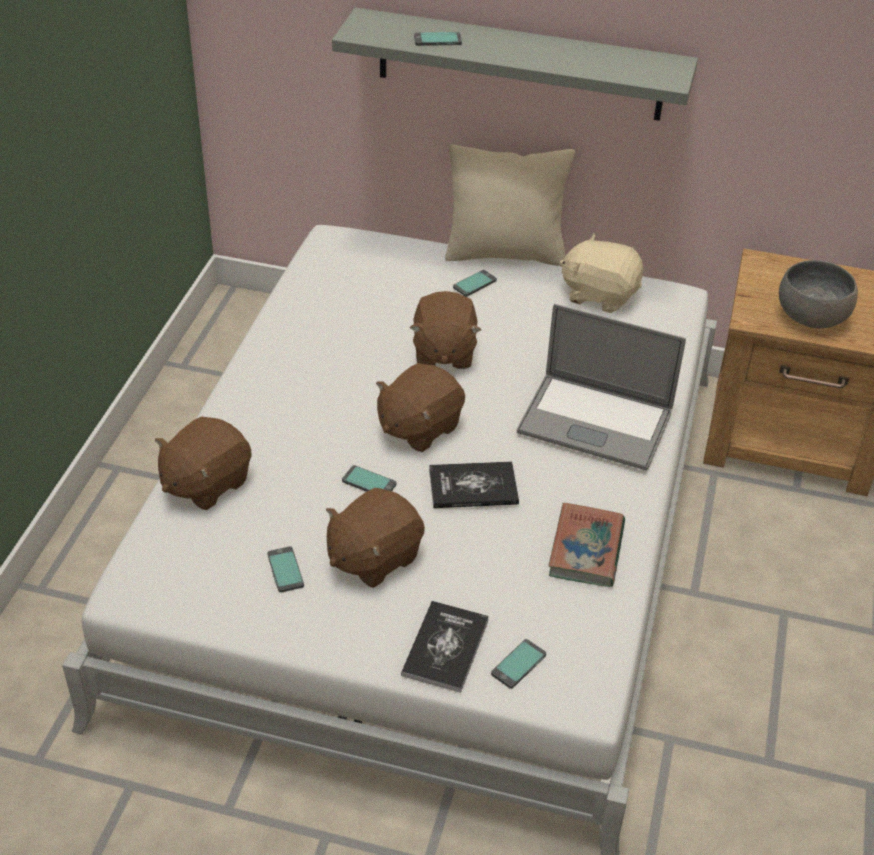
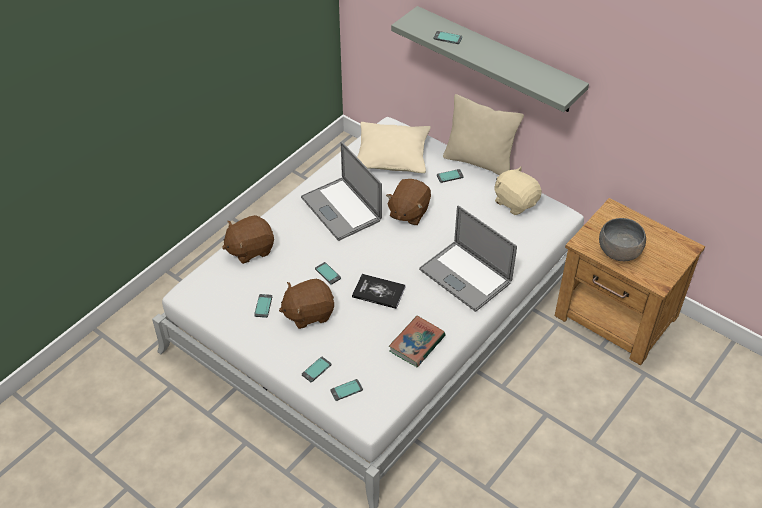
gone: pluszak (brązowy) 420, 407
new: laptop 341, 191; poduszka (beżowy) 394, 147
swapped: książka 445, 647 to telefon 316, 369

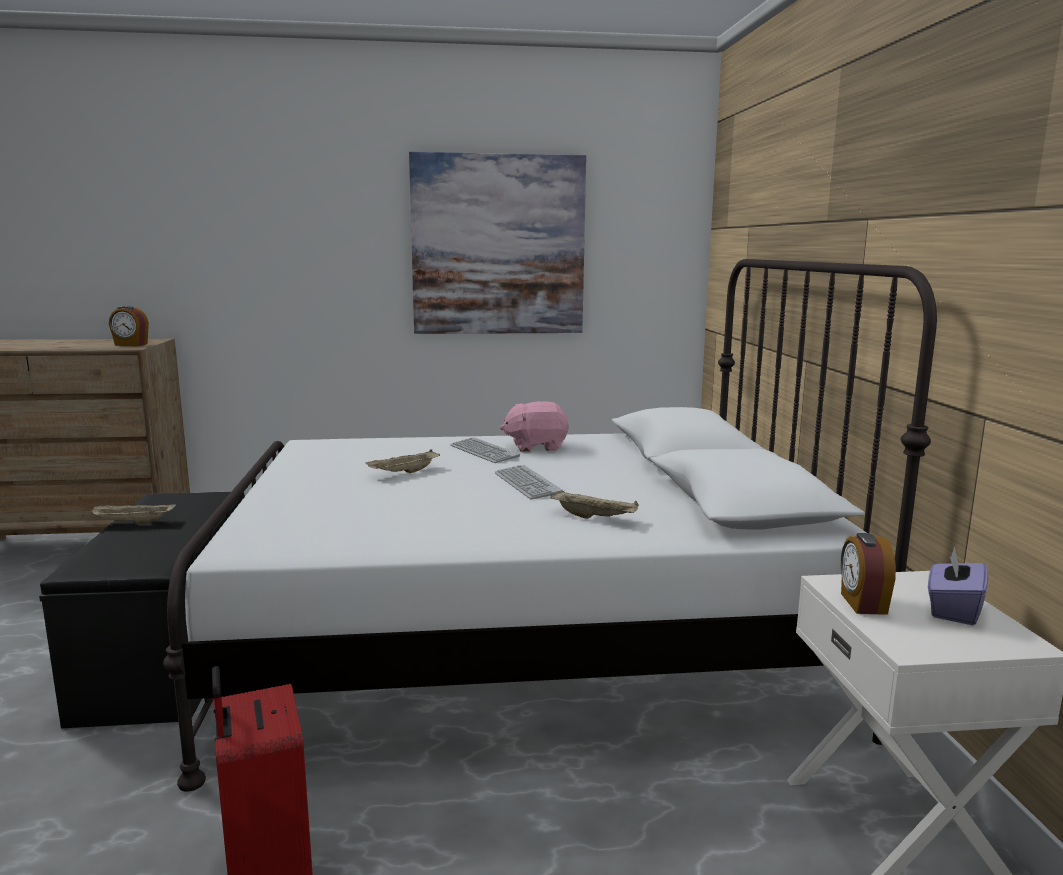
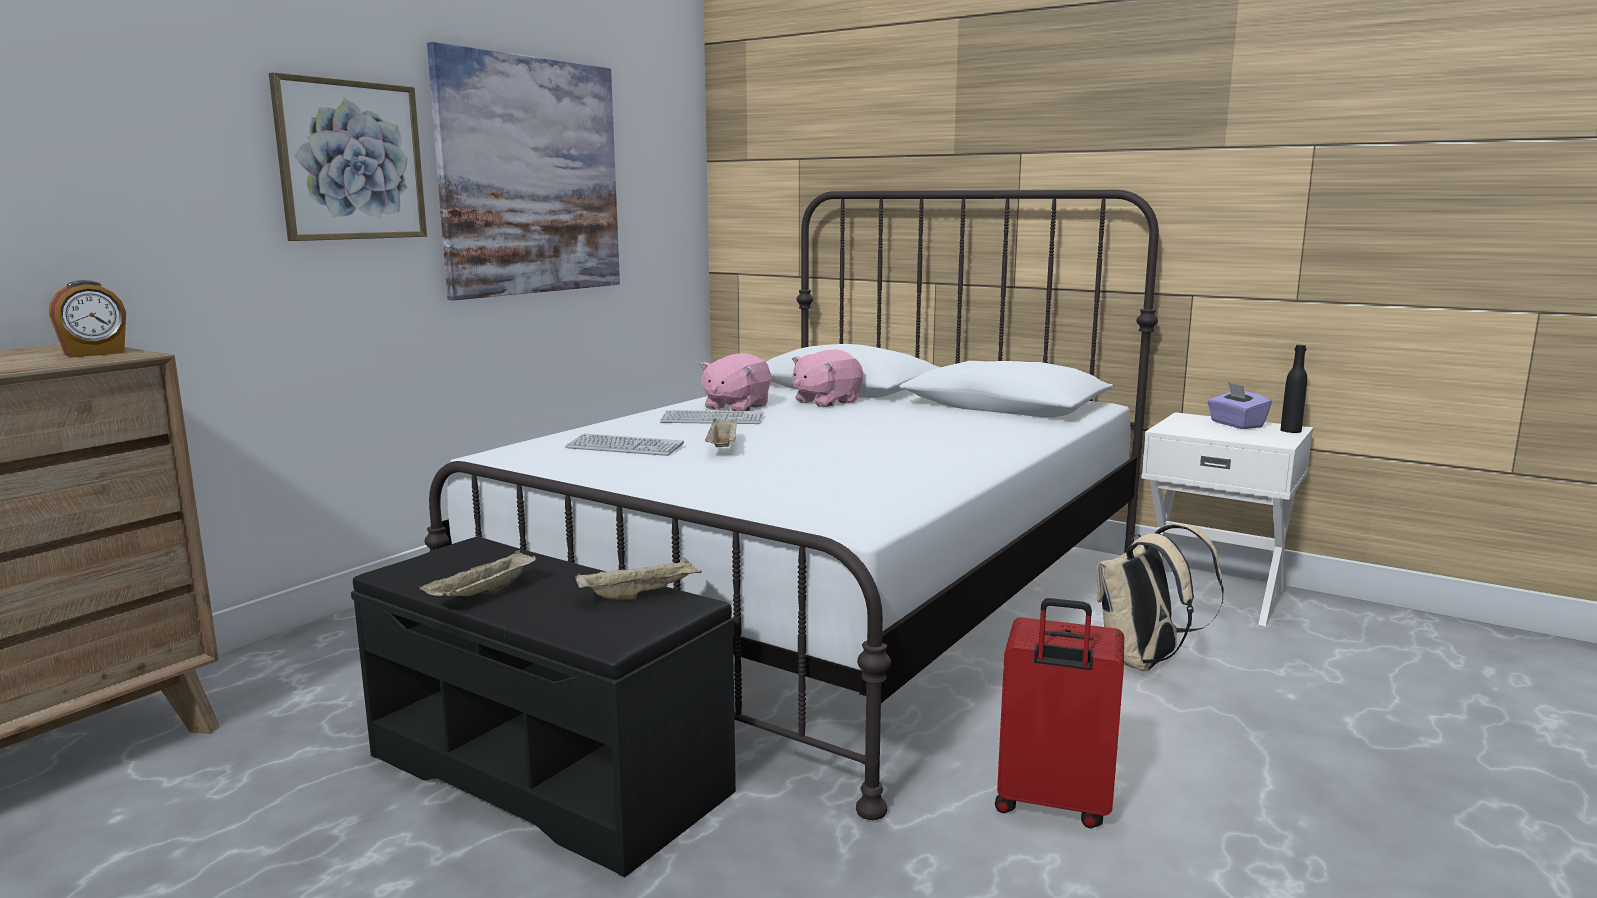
gone: budzik 868, 574
new: obraz 348, 156; pluszak (różowy) 827, 378; plecak (beżowy) 1160, 597; butelka (czarny) 1293, 389
shifted: klawiatura 529, 482 to 624, 445; taca (beżowy) 594, 505 to 638, 578

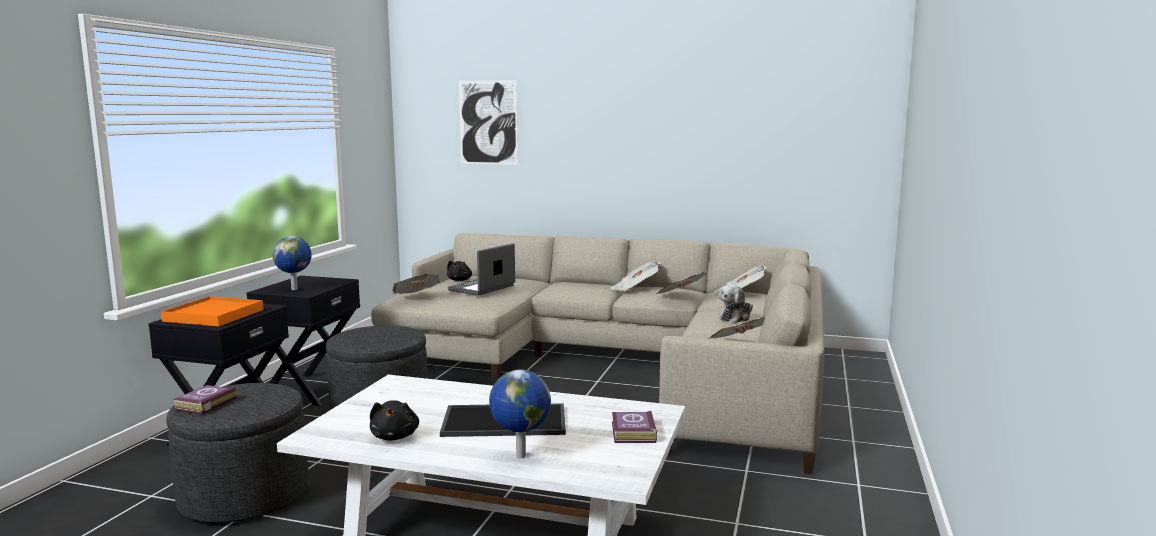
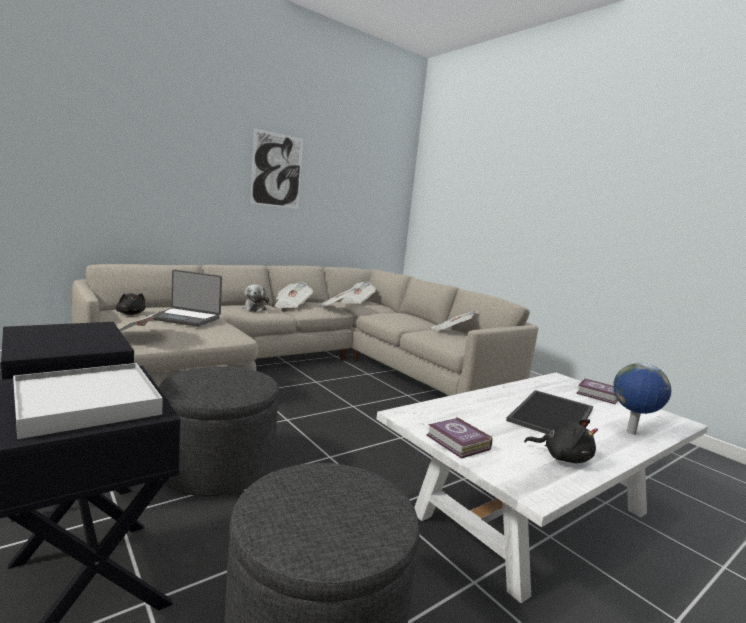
gone: globus 291, 263
shifted: książka 204, 399 to 459, 438; obraz 488, 122 to 276, 169; pluszak 736, 303 to 255, 298
repainted: taca (pomarańczowy) 212, 311 to taca (biały) 87, 401
rotated: laptop 481, 269 = 184, 298 60 degrees counterclockwise

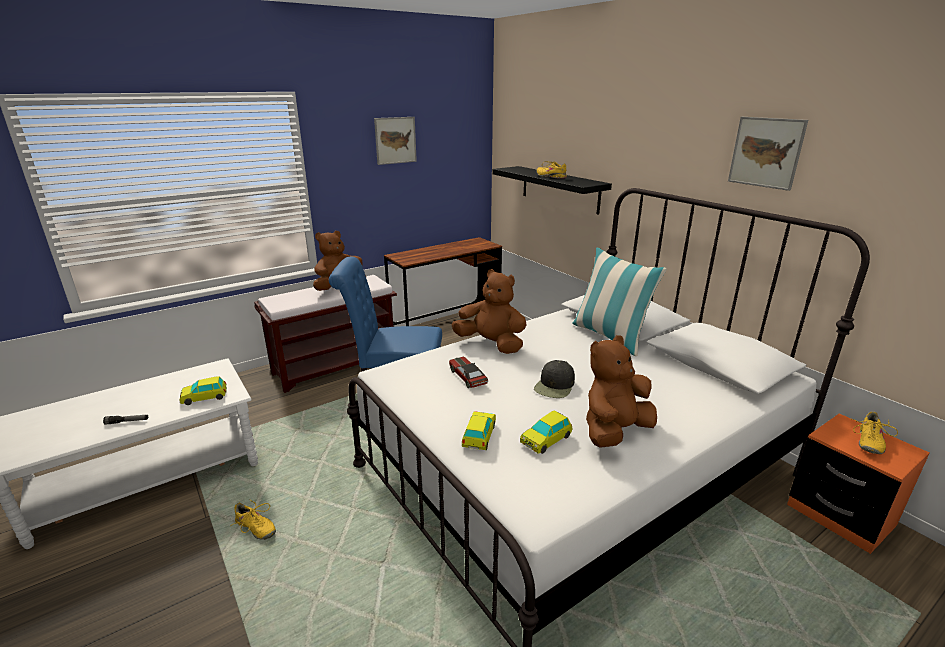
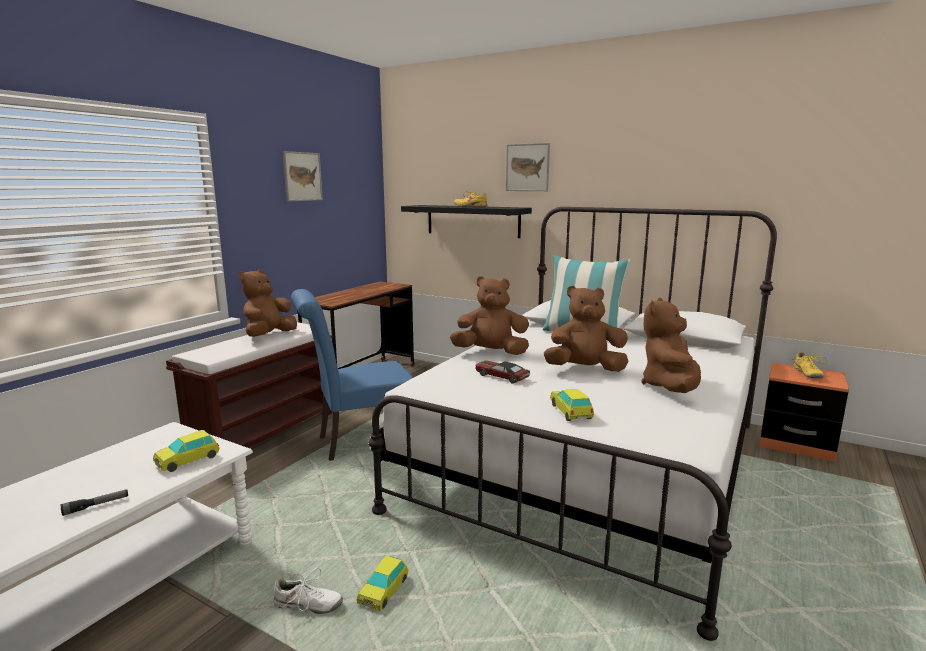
shifted: samochodzik 546, 432 to 382, 583; obraz 768, 154 to 528, 167
swapped: czapka z daszkiem (czarny) 554, 379 to pluszak (brązowy) 586, 329
repainted: but (żółty) 253, 519 to but (biały) 308, 591

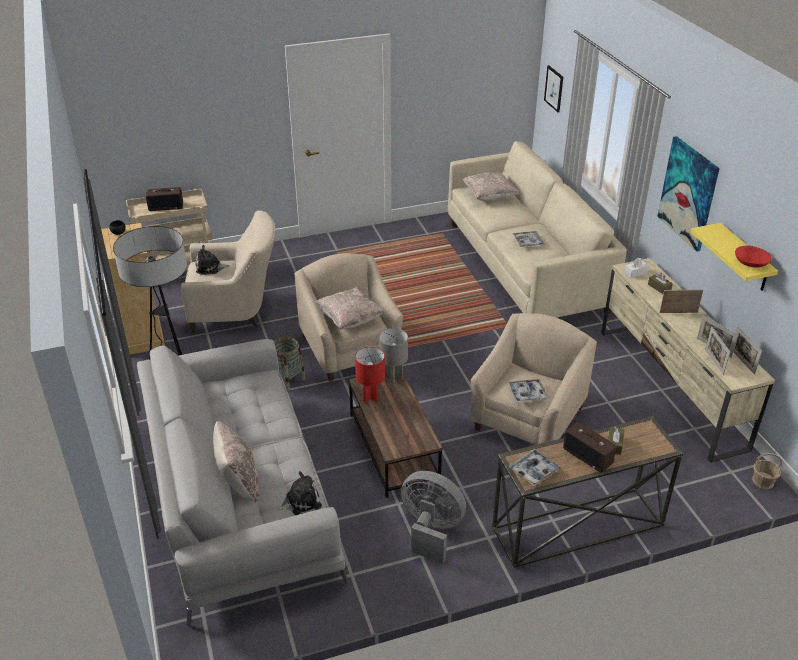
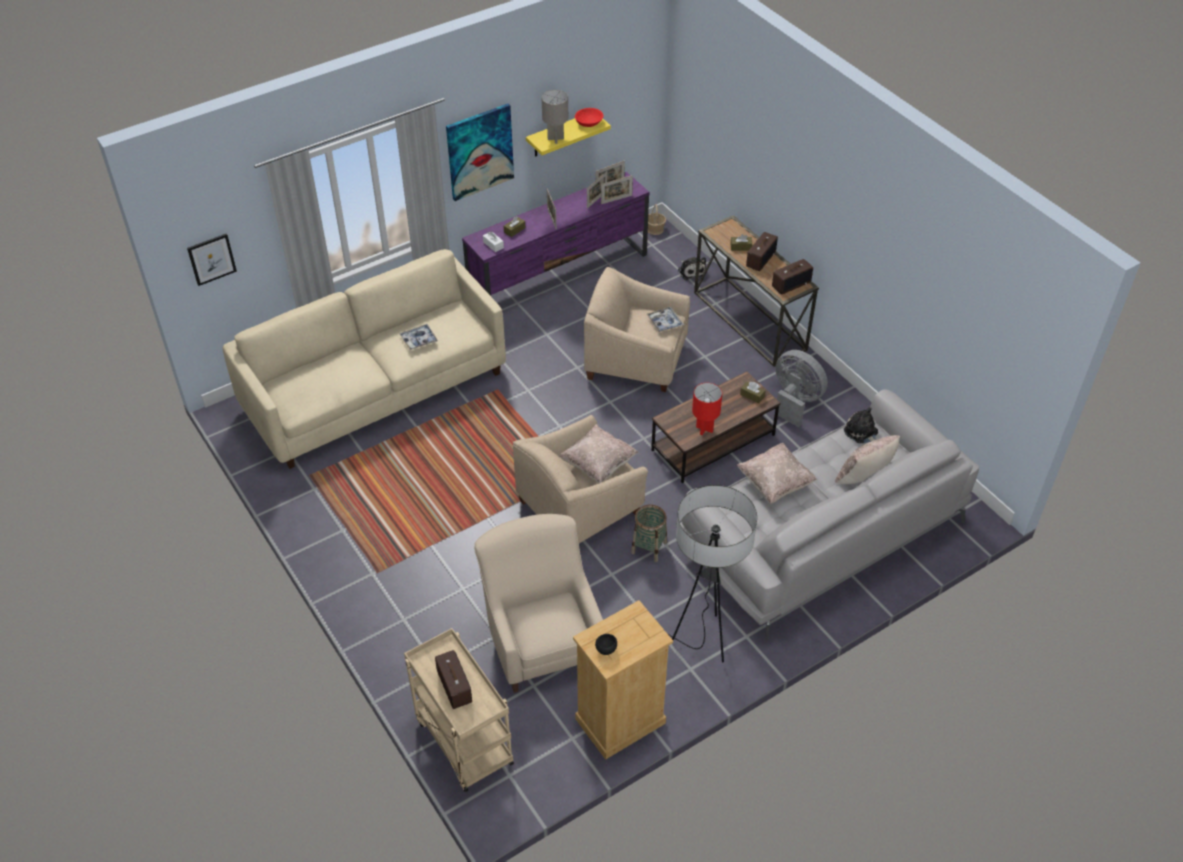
new: pudełko chusteczek (brązowy) 753, 392
shifted: pluszak 213, 260 to 692, 268; lampa stołowa (szary) 393, 356 to 555, 117; poduszka (beżowy) 490, 186 to 777, 473
swapped: taca 535, 467 to radio 792, 277
repainted: szafka pod telewizor (beżowy) 688, 360 to szafka pod telewizor (fioletowy) 556, 234
rotated: wentylator (szary) 433, 517 = 801, 388 120 degrees clockwise

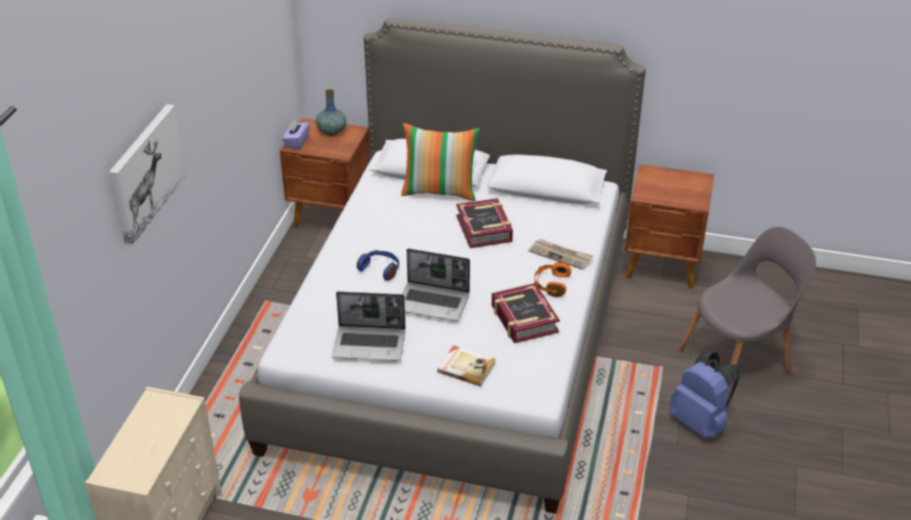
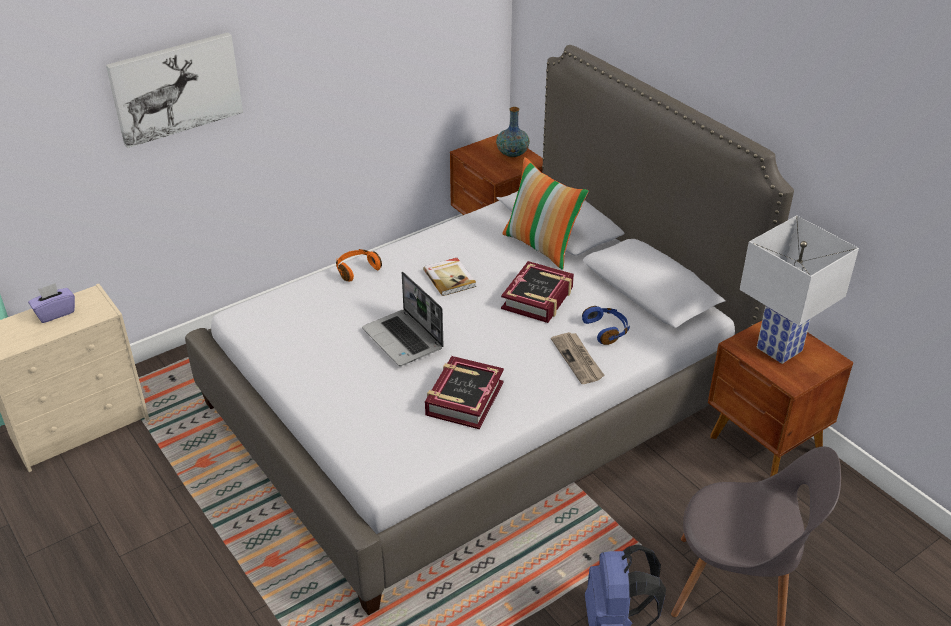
gone: laptop 368, 326
new: lampa stołowa (biały) 799, 289
shifted: pudełko chusteczek (fioletowy) 296, 134 to 51, 303; słuchawki (niebieski) 378, 265 to 606, 325; książka 466, 365 to 449, 277; słuchawki (pomarańczowy) 552, 279 to 359, 265

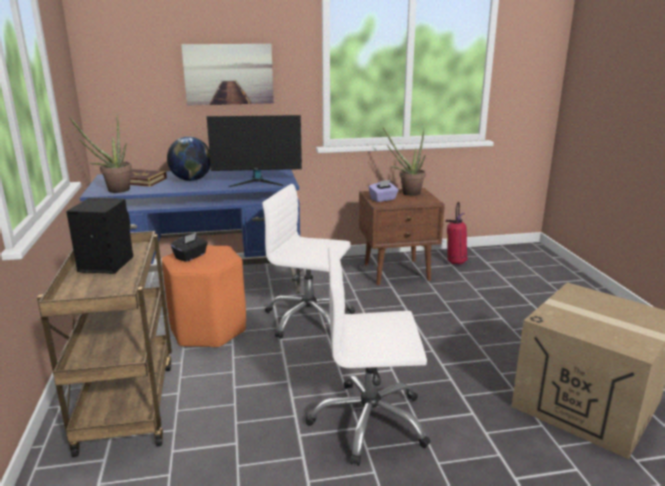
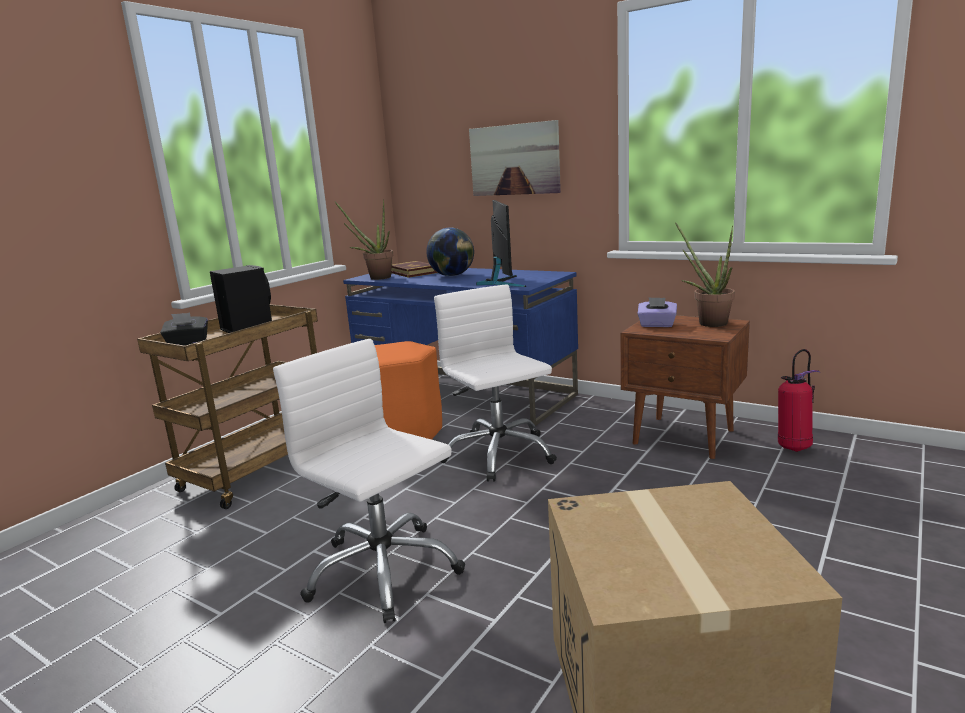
shifted: pudełko chusteczek (czarny) 189, 247 to 184, 329
rotated: monitor 254, 151 = 501, 243 135 degrees counterclockwise

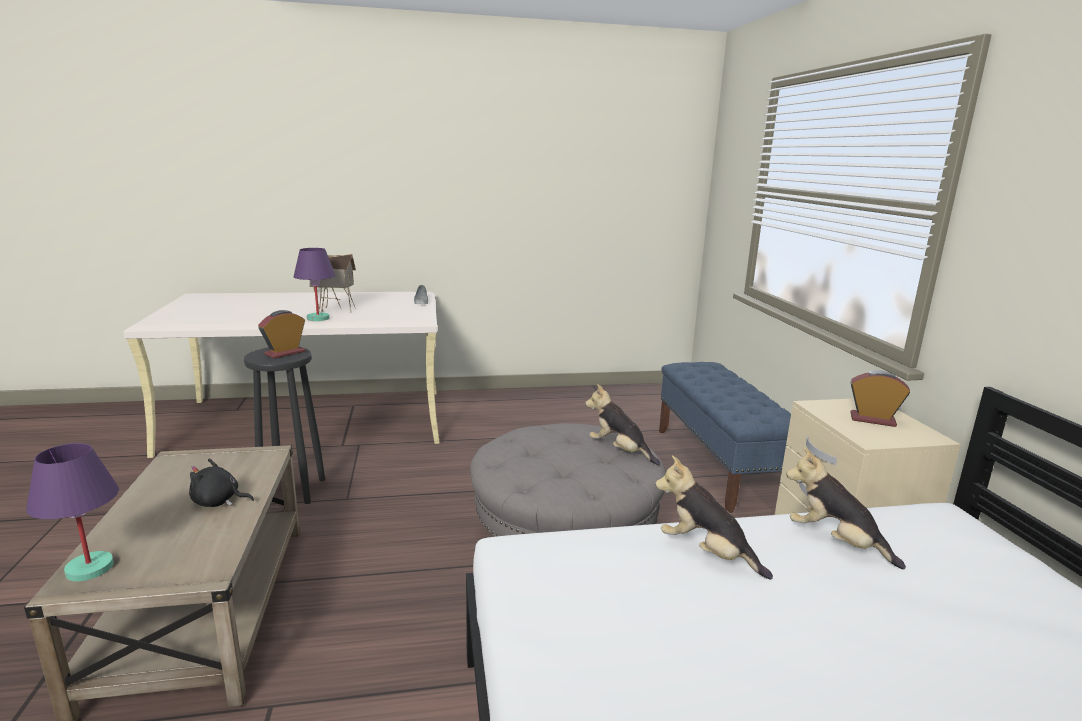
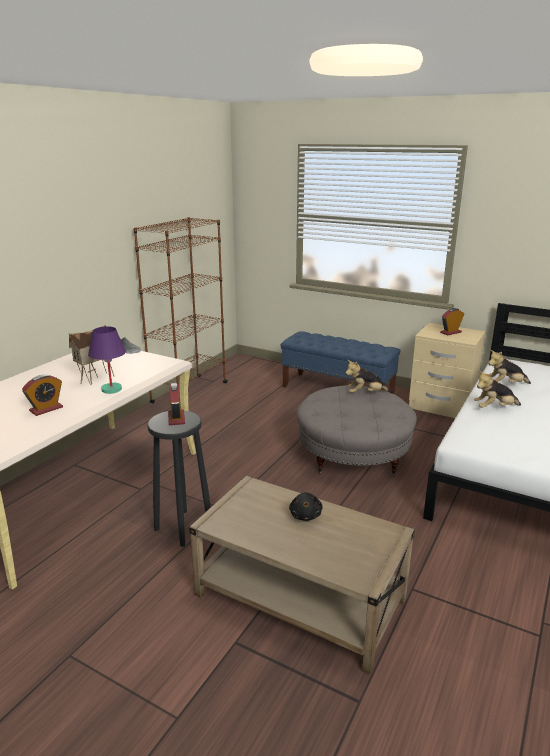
gone: lampa stołowa (fioletowy) 72, 512
new: budzik 42, 395; regał (brązowy) 180, 312
rotated: pluszak (czarny) 221, 483 = 306, 506 45 degrees counterclockwise

